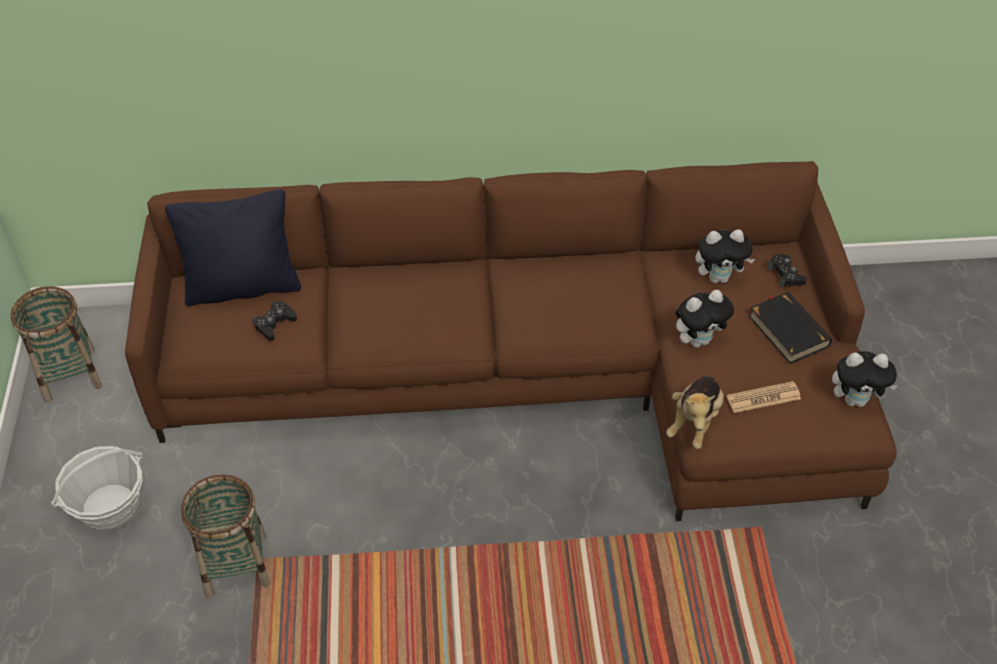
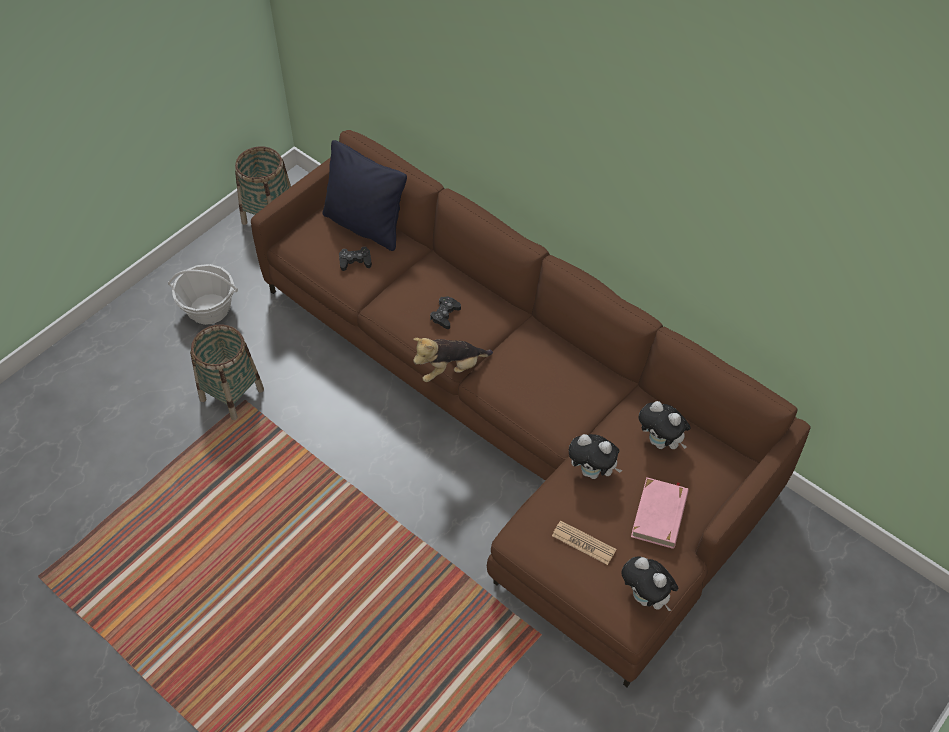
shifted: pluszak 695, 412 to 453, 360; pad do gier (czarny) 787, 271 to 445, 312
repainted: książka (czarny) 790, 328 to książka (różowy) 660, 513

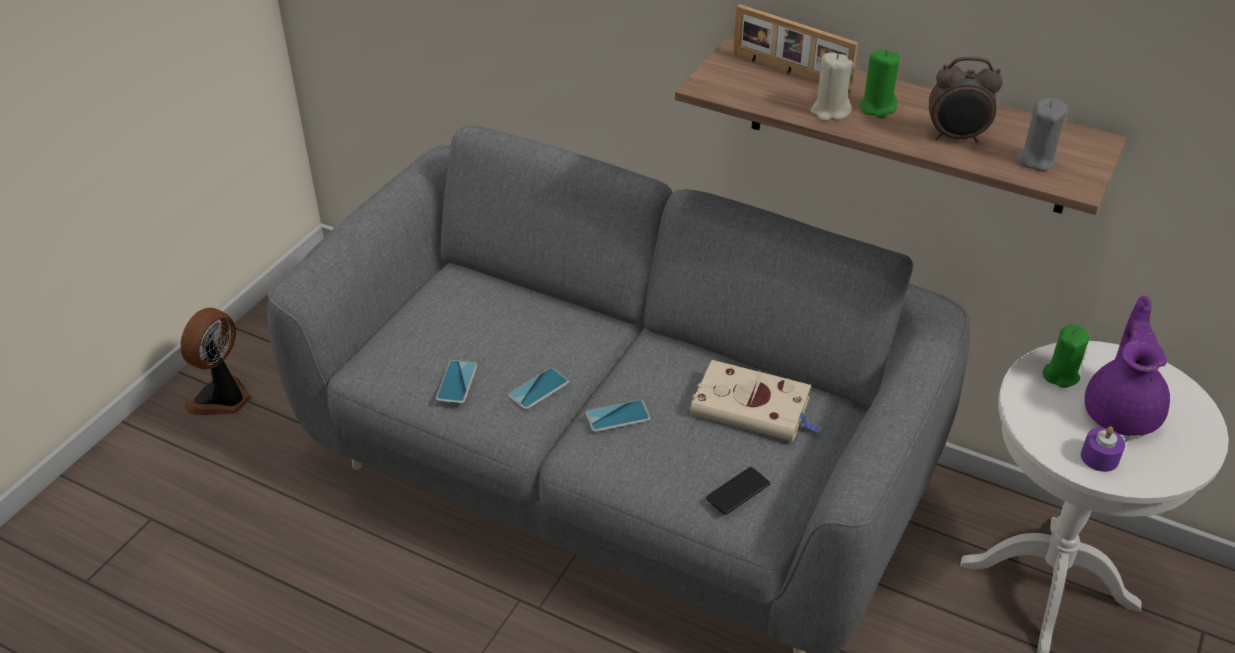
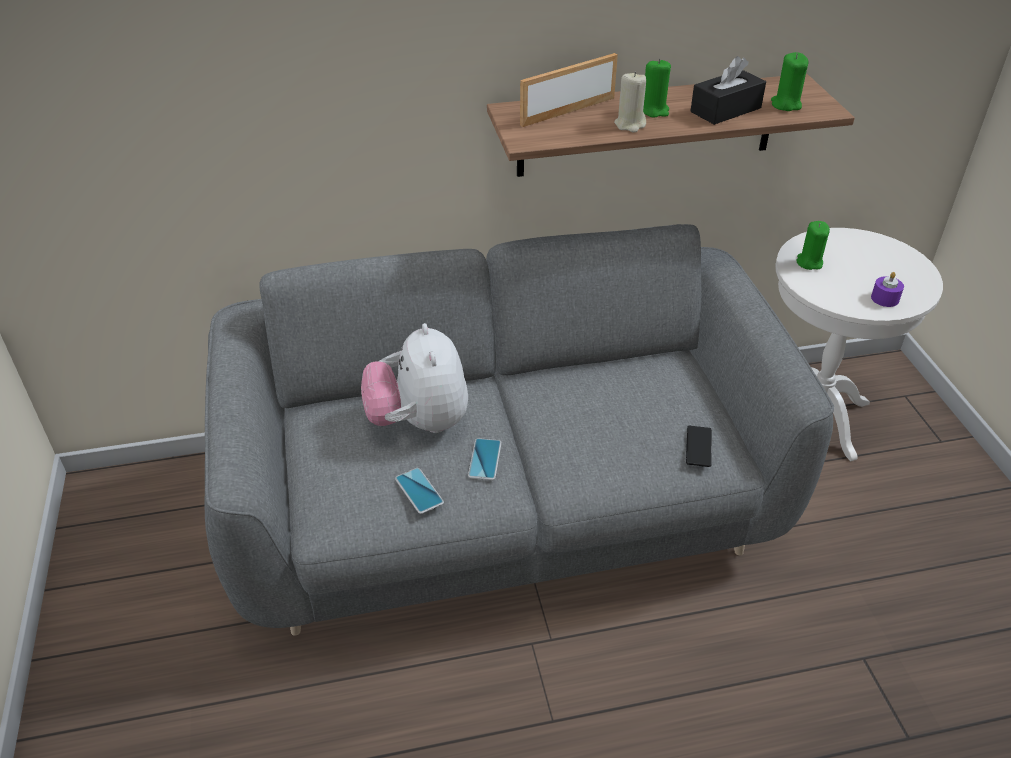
gone: wentylator 216, 361; telefon 618, 416; książka (beżowy) 756, 401; imbryk (fioletowy) 1127, 365
new: pluszak 414, 378
swapped: budzik 966, 99 to pudełko chusteczek (czarny) 728, 90
repainted: świeca (szary) 1041, 134 to świeca (zielony) 790, 81
rotated: ramka na zdjęcie 795, 49 = 569, 90 150 degrees clockwise

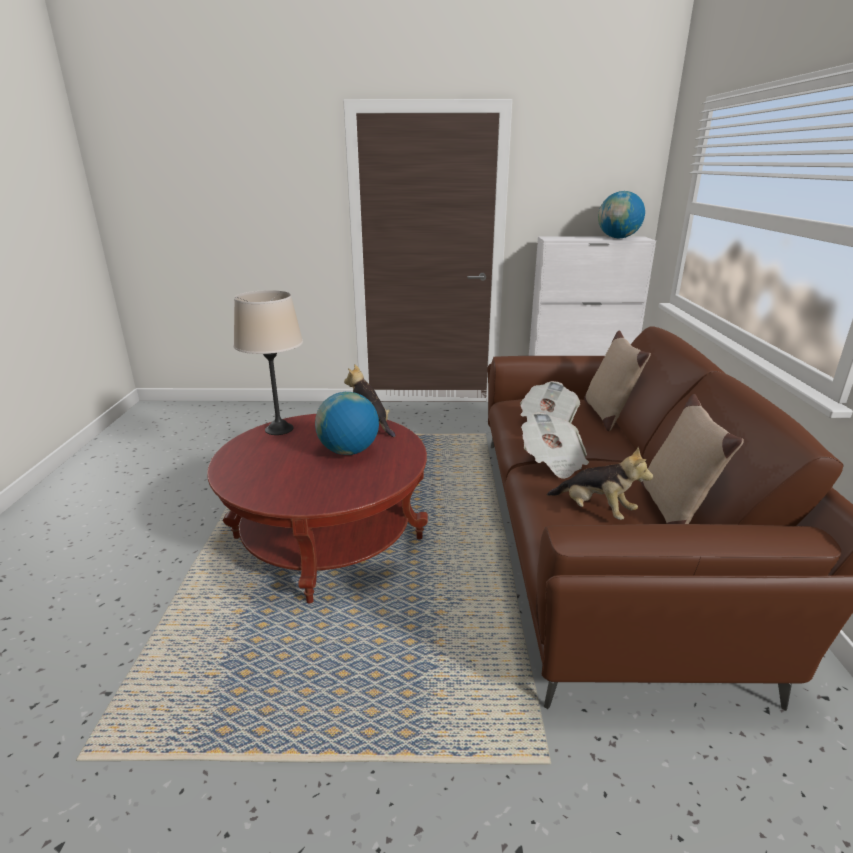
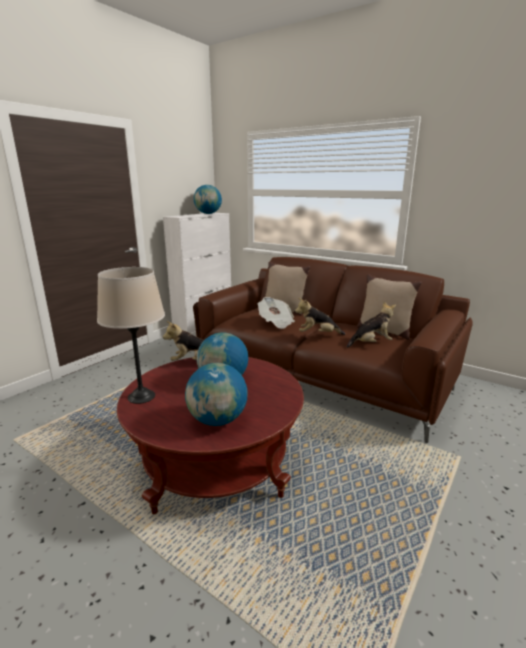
new: globus 216, 394
swapped: gazeta 555, 445 to pluszak 320, 316

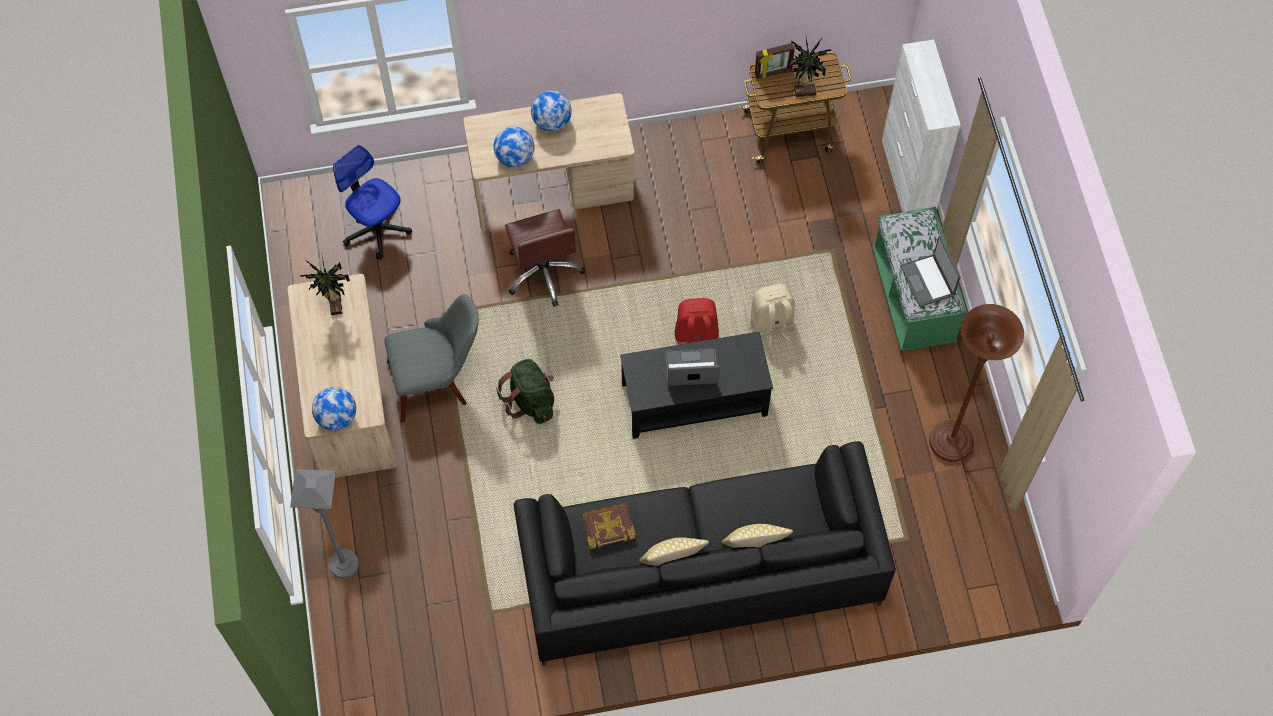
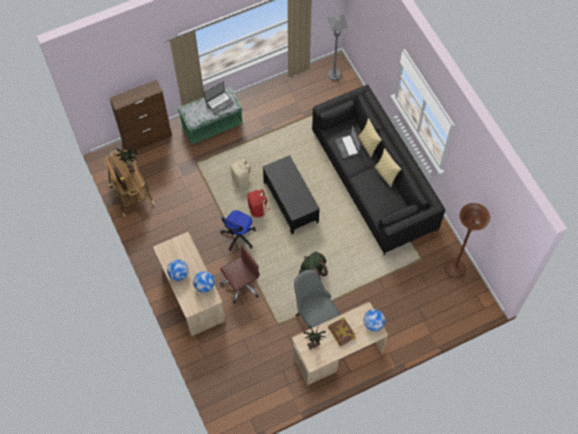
shifted: lampa stojąca (szary) 324, 524 to 338, 47; krzesło biurowe 372, 202 to 238, 230; książka 608, 526 to 342, 331; laptop 692, 367 to 348, 142; lampa stojąca (brązowy) 976, 383 to 467, 241
repainted: szafka (biały) 921, 126 to szafka (brązowy) 140, 115

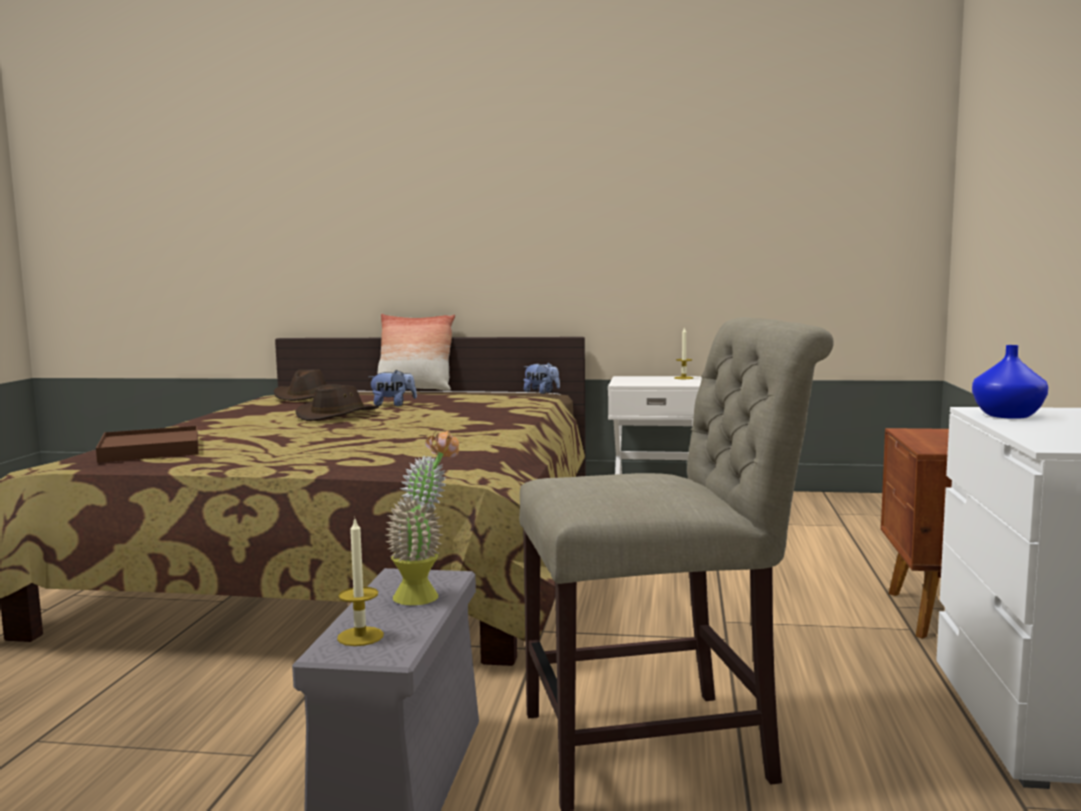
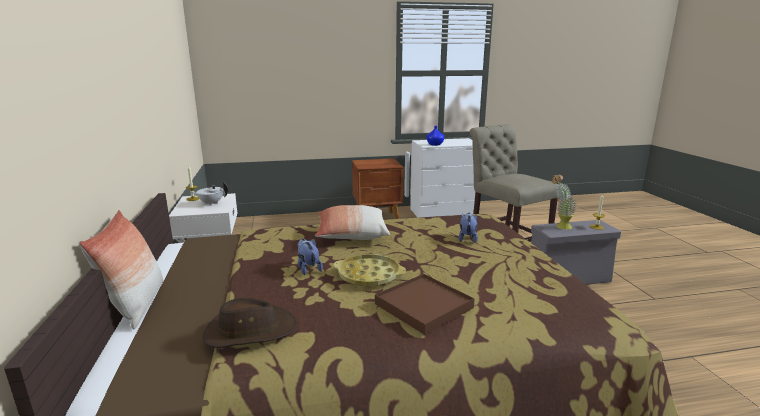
new: imbryk (biały) 209, 193; poduszka 352, 222
shifted: taca (brązowy) 147, 444 to 425, 304; pluszak 542, 378 to 468, 228
swapped: kapelusz (brązowy) 337, 402 to taca (żółty) 369, 270

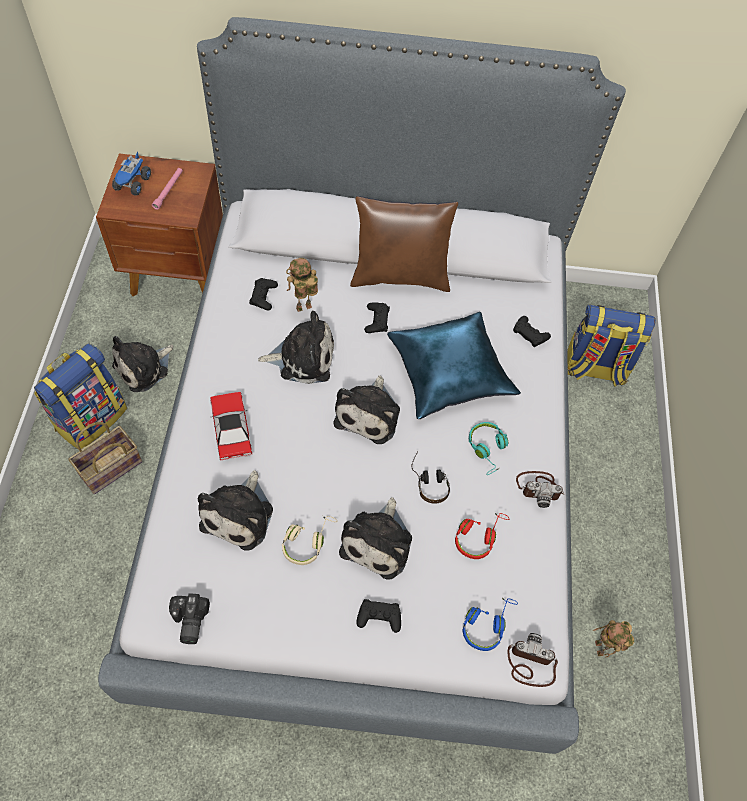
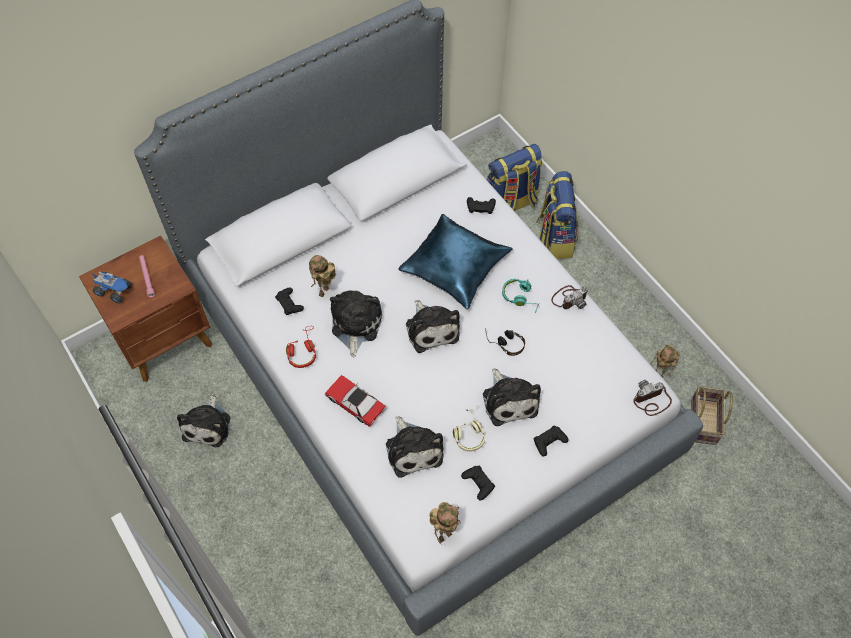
gone: poduszka (brązowy) 404, 244; słuchawki (niebieski) 490, 624
shifted: plecak 80, 396 to 557, 215; koszyk 105, 458 to 712, 415; pad do gier (czarny) 377, 317 to 478, 483; słuchawki (czerwony) 482, 535 to 301, 347
swapped: aparat fotograficzny 189, 618 to robot zabawkowy 445, 523
rotated: ciężarówka zabawkowa 131, 173 = 112, 287 45 degrees counterclockwise; pluszak 296, 347 = 356, 323 45 degrees counterclockwise

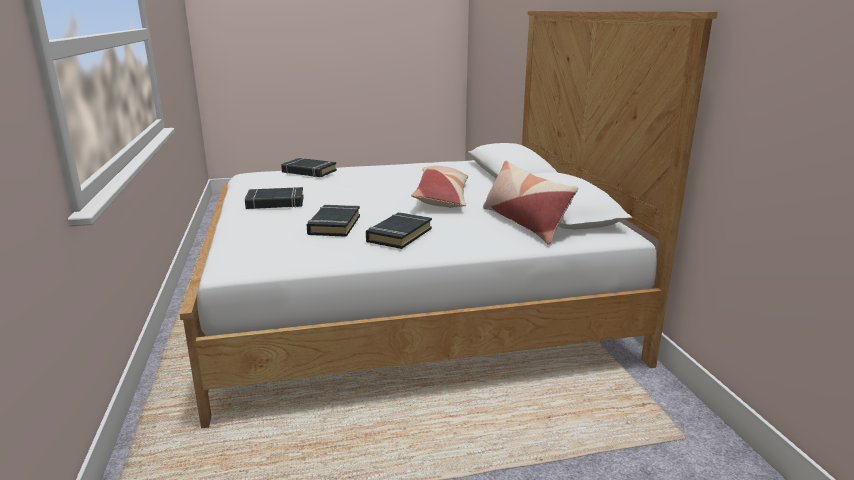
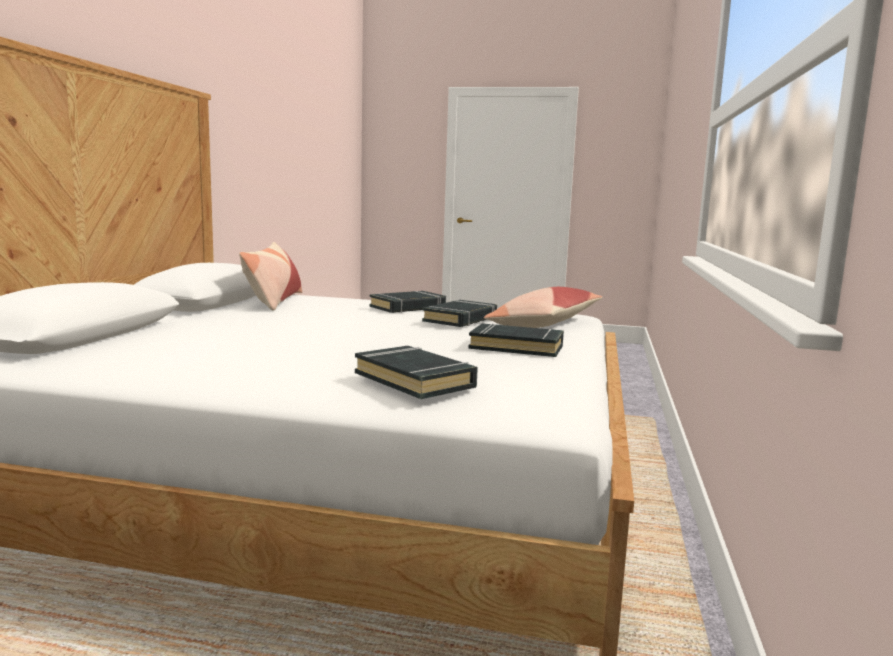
shifted: poduszka 439, 187 to 543, 307

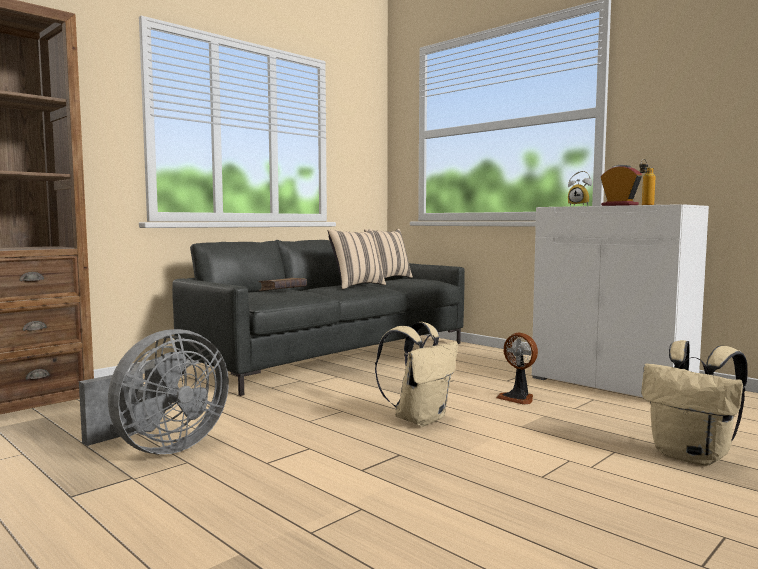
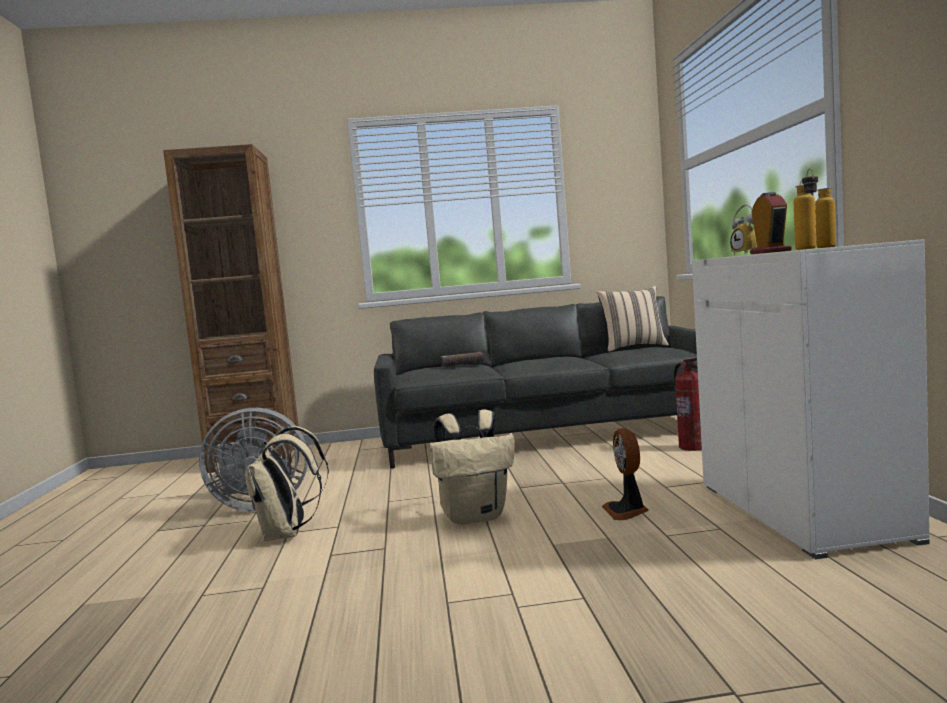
gone: poduszka (beżowy) 357, 259
new: gaśnica 688, 404; butelka 806, 209
shifted: plecak (beżowy) 694, 403 to 287, 483

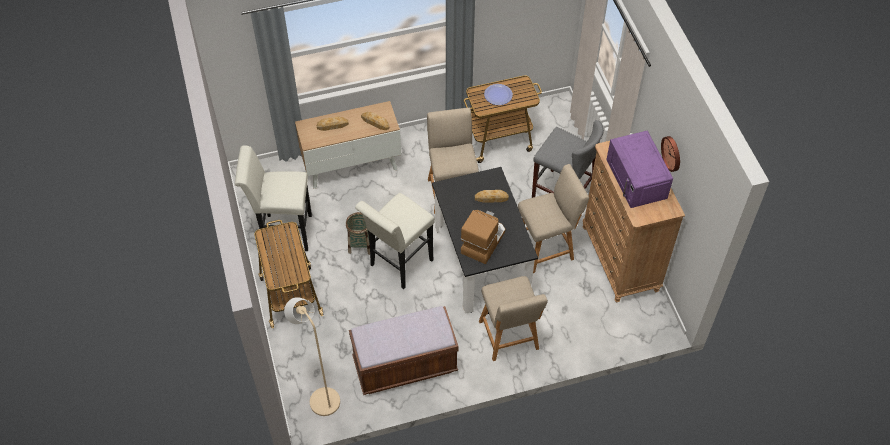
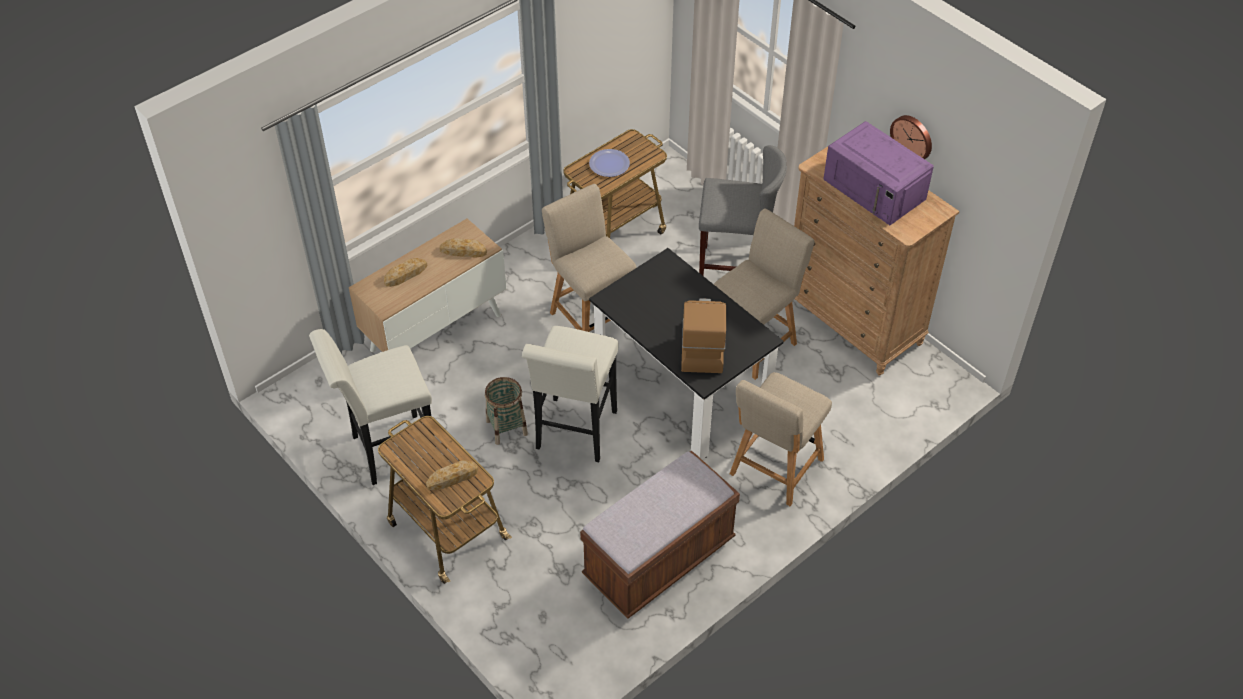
gone: lampa stojąca (beżowy) 312, 356
shifted: chleb 492, 196 to 452, 475
rotated: krzesło (beżowy) 513, 318 = 781, 439 75 degrees clockwise

